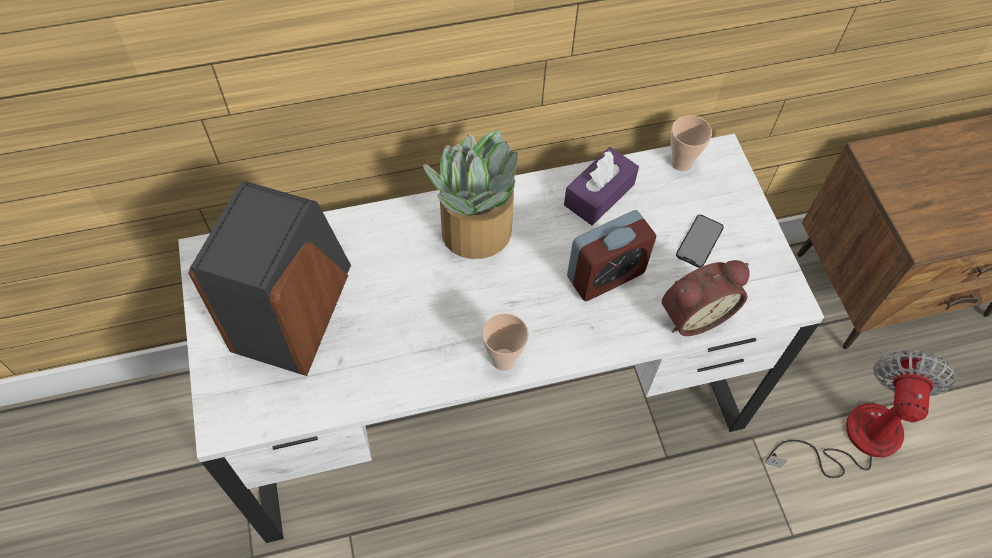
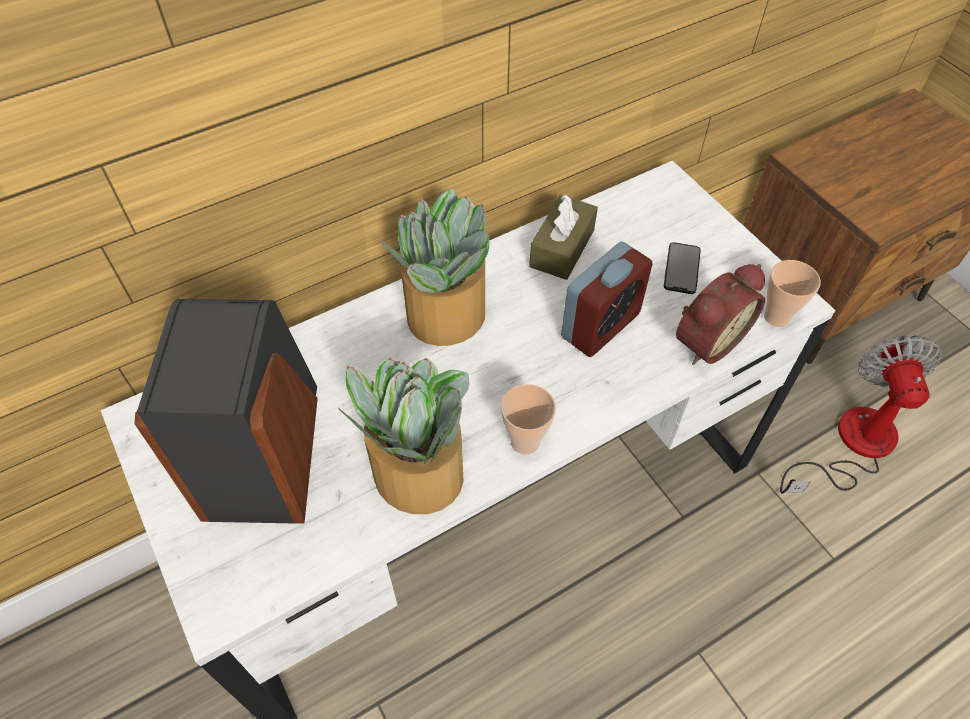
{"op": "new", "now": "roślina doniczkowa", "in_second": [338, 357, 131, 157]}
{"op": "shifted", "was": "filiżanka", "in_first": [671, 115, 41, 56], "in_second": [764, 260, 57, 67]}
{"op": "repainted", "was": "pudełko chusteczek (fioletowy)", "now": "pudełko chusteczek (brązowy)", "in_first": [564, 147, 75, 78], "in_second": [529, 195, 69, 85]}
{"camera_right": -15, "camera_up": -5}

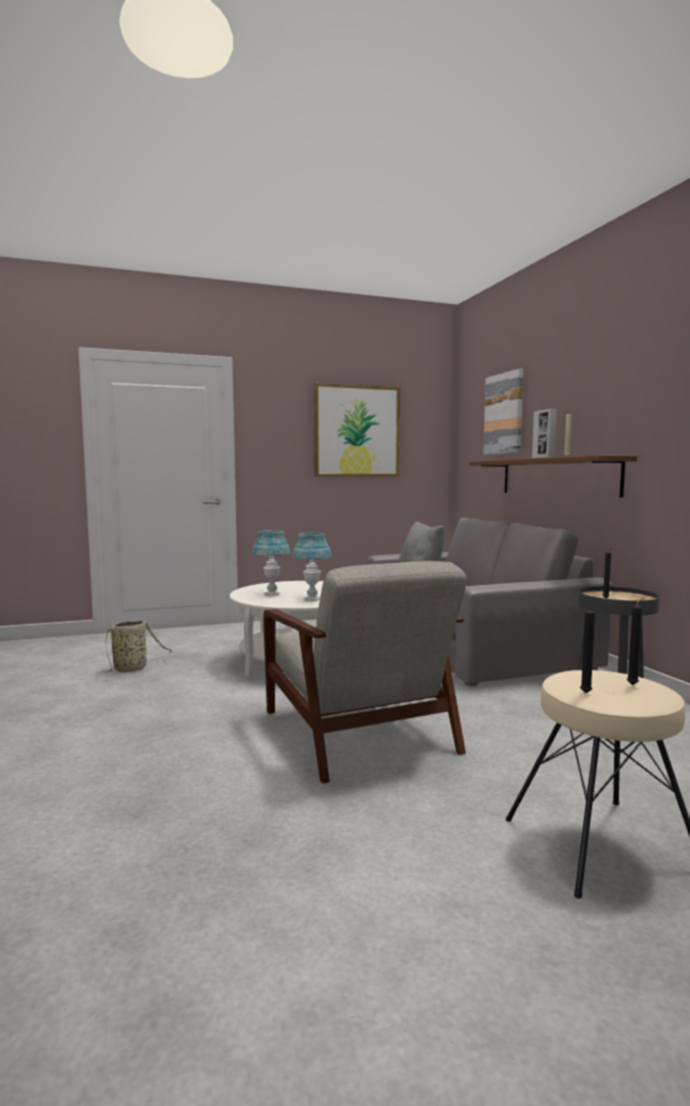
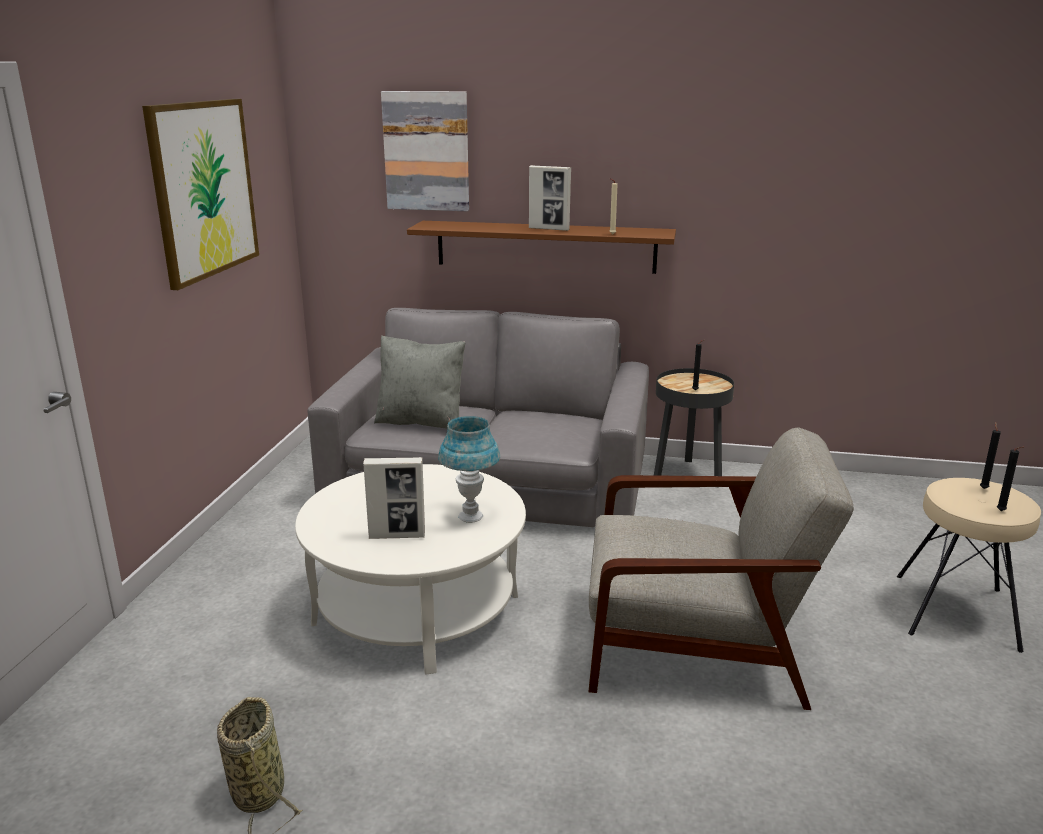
{"op": "swapped", "was": "lampa stołowa (niebieski)", "now": "ramka na zdjęcie", "in_first": [252, 530, 39, 66], "in_second": [363, 457, 62, 82]}
{"camera_right": -60, "camera_up": 15}

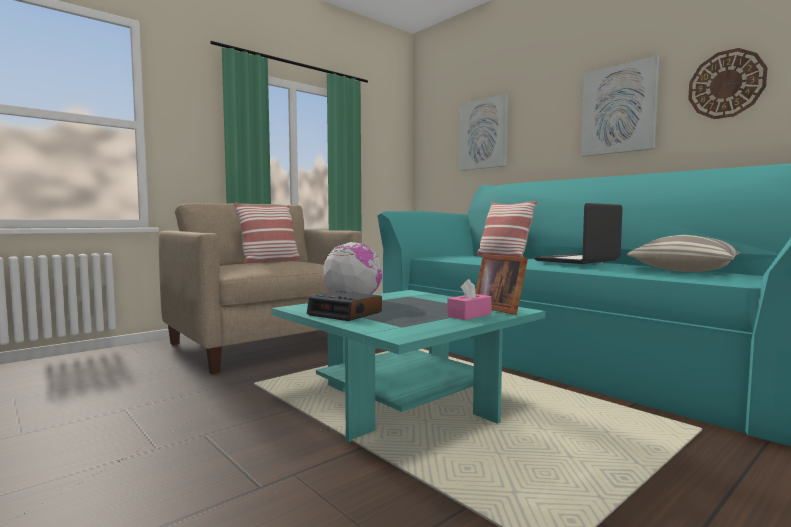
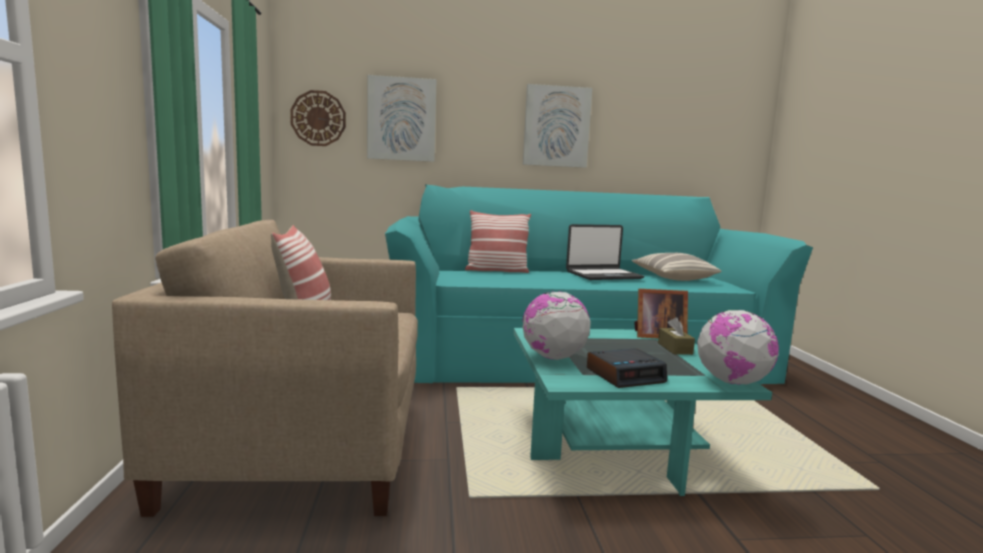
{"op": "new", "now": "globus", "in_second": [697, 310, 82, 74]}
{"op": "shifted", "was": "zegar ścienny", "in_first": [688, 48, 79, 71], "in_second": [290, 90, 56, 56]}
{"op": "repainted", "was": "pudełko chusteczek (różowy)", "now": "pudełko chusteczek (brązowy)", "in_first": [447, 279, 45, 41], "in_second": [658, 317, 37, 38]}
{"op": "rotated", "was": "laptop", "in_first": [534, 203, 88, 61], "in_second": [566, 224, 79, 56], "clockwise": -105}
{"camera_right": -55, "camera_up": 5}

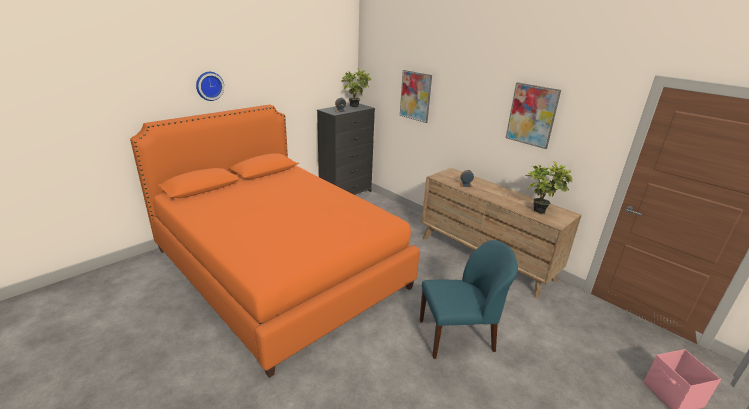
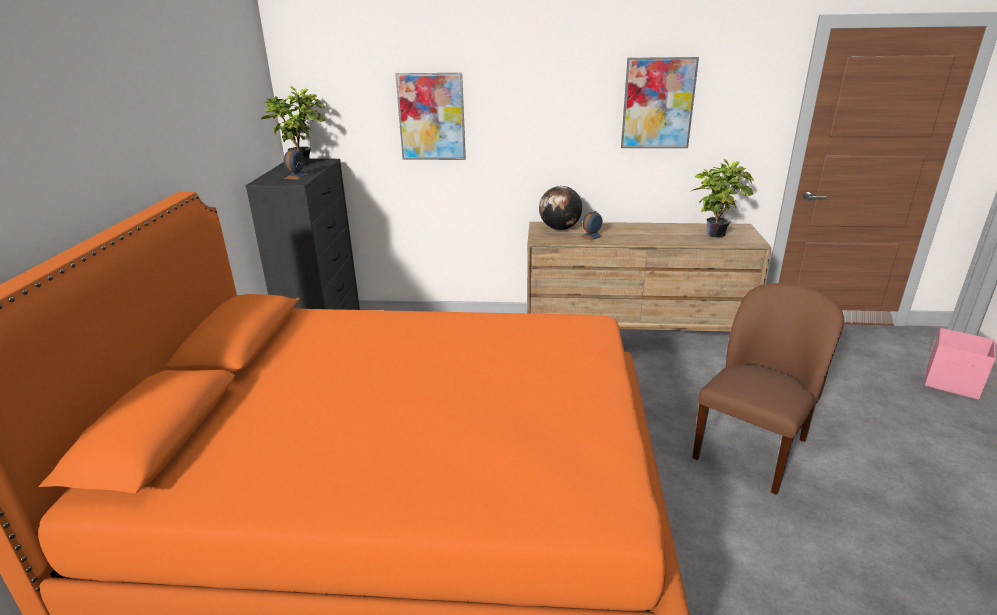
{"op": "gone", "was": "zegar ścienny", "in_first": [196, 72, 28, 29]}
{"op": "new", "now": "globus", "in_second": [539, 186, 43, 44]}
{"op": "repainted", "was": "krzesło (niebieski)", "now": "krzesło (brązowy)", "in_first": [420, 240, 98, 119], "in_second": [692, 283, 152, 212]}
{"camera_right": -40, "camera_up": 0}

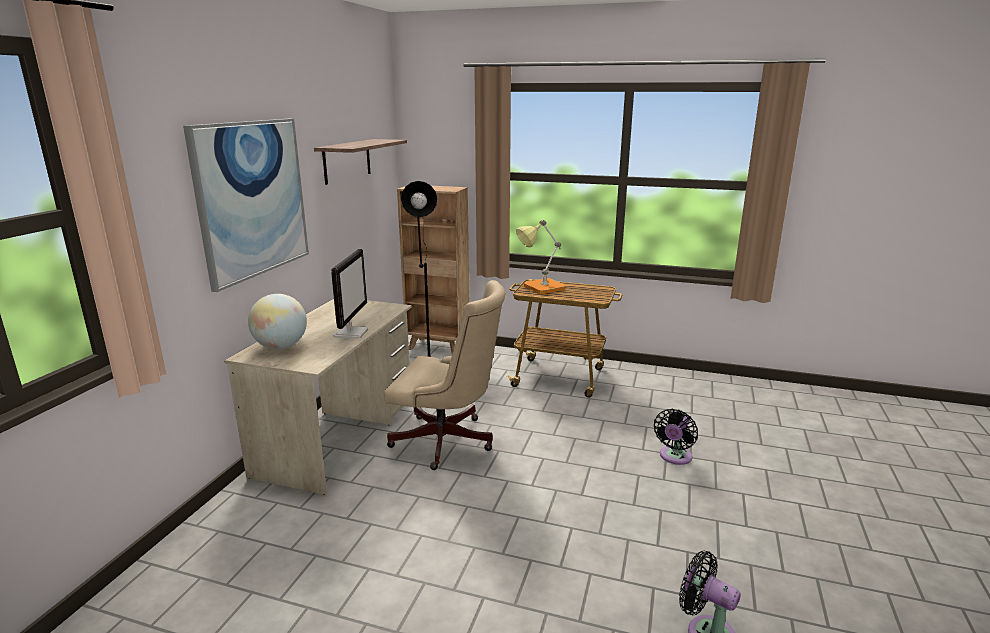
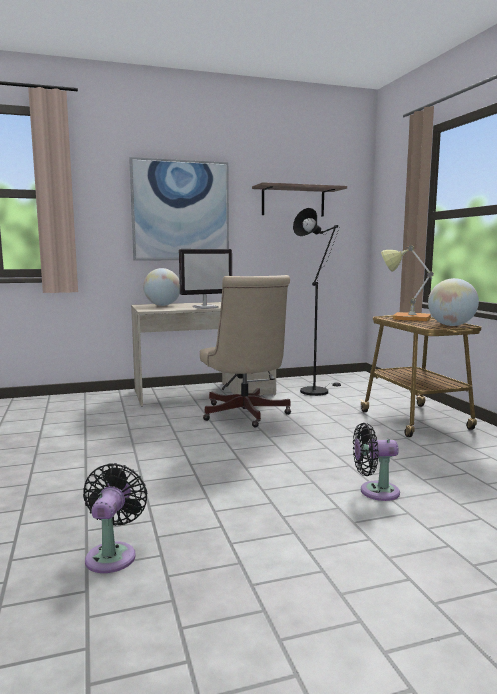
{"op": "gone", "was": "regał (brązowy)", "in_first": [397, 186, 72, 168]}
{"op": "new", "now": "globus", "in_second": [428, 278, 51, 48]}
{"camera_right": 55, "camera_up": -10}

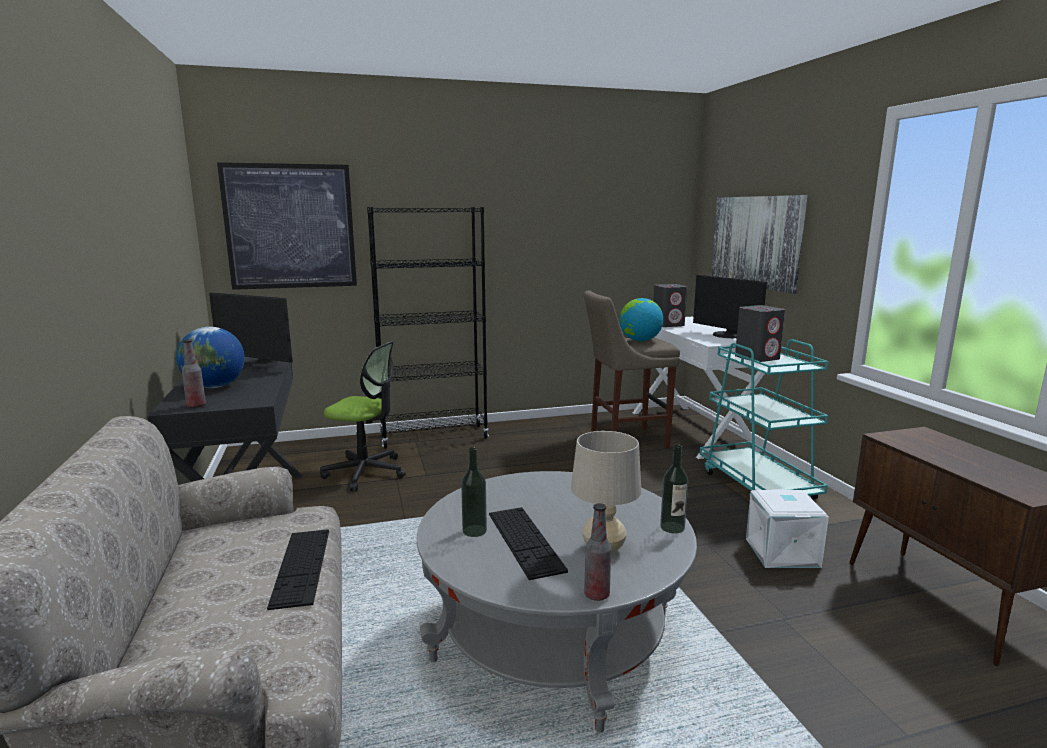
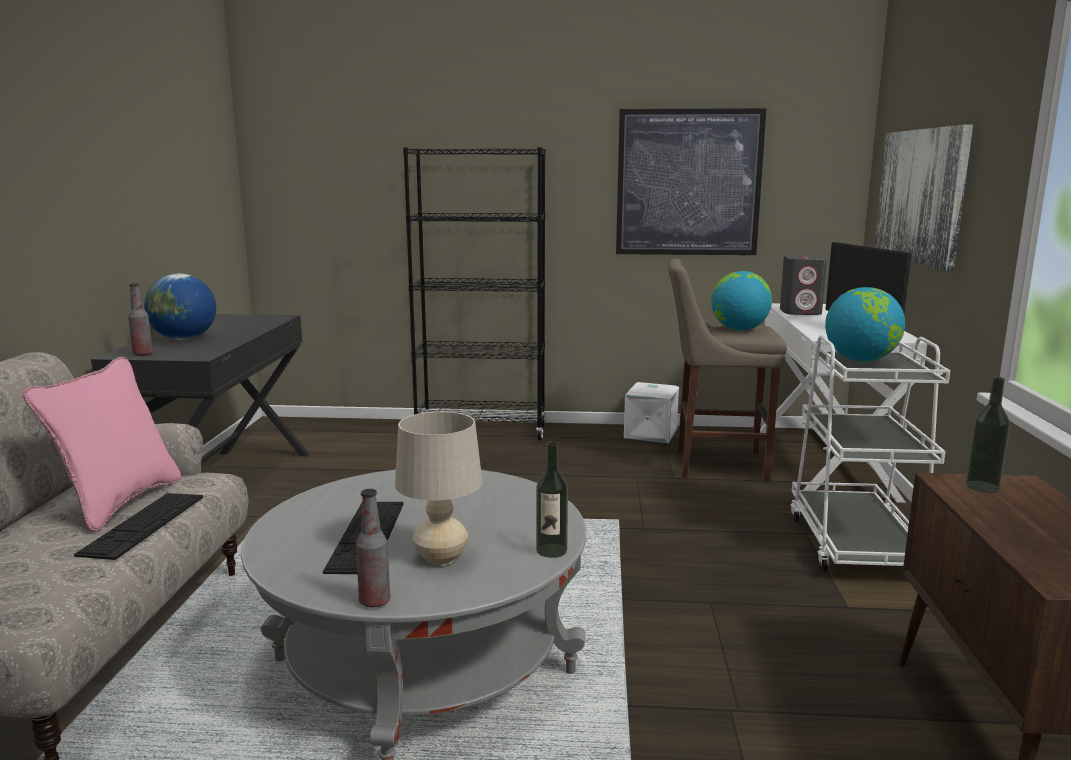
{"op": "gone", "was": "monitor", "in_first": [209, 292, 84, 78]}
{"op": "gone", "was": "krzesło biurowe", "in_first": [320, 341, 86, 150]}
{"op": "new", "now": "poduszka (różowy)", "in_second": [22, 357, 159, 175]}
{"op": "shifted", "was": "obraz", "in_first": [217, 162, 140, 128], "in_second": [616, 108, 151, 147]}
{"op": "shifted", "was": "butelka", "in_first": [461, 447, 26, 90], "in_second": [966, 377, 44, 116]}
{"op": "shifted", "was": "pojemnik do przechowywania (biały)", "in_first": [746, 489, 83, 79], "in_second": [624, 382, 55, 61]}
{"op": "swapped", "was": "głośnik (szary)", "now": "globus", "in_first": [735, 305, 50, 57], "in_second": [825, 287, 80, 74]}
{"op": "repainted", "was": "wózek (turkusowy)", "now": "wózek (biały)", "in_first": [699, 339, 130, 160], "in_second": [791, 335, 159, 236]}
{"camera_right": 20, "camera_up": 0}

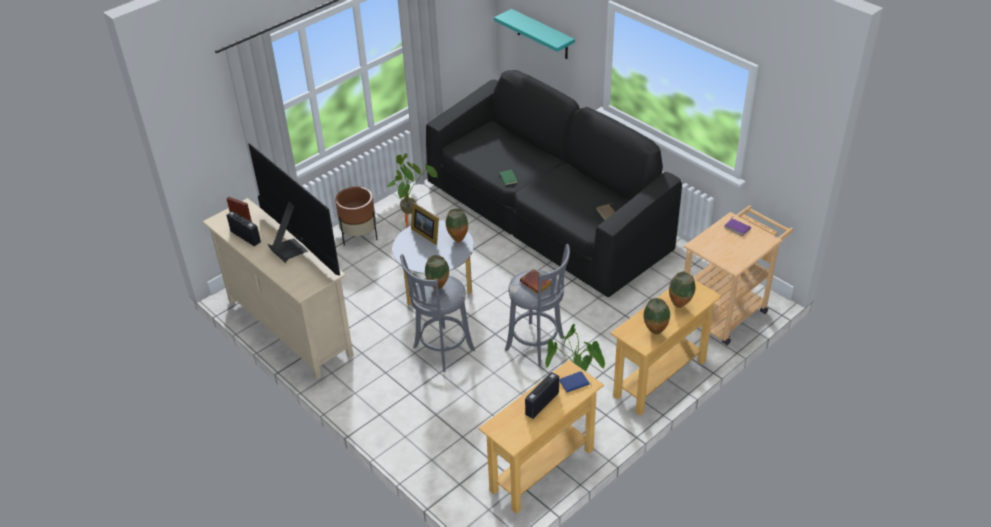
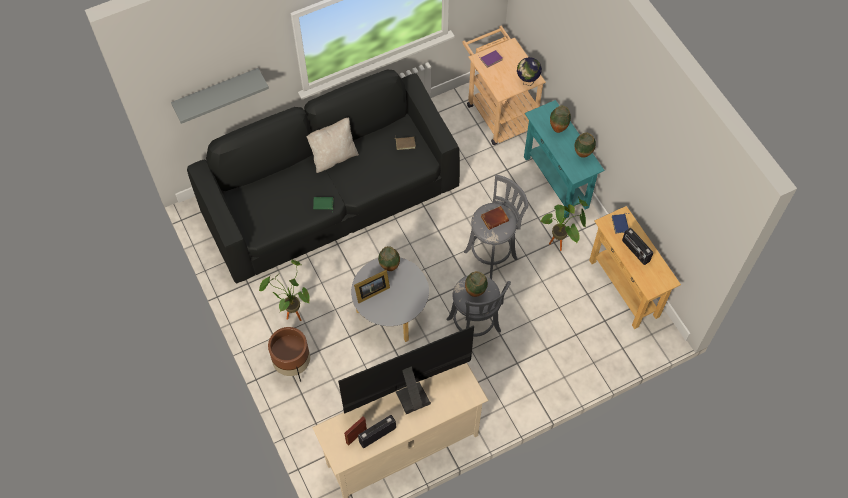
{"op": "new", "now": "poduszka (beżowy)", "in_second": [306, 117, 53, 56]}
{"op": "new", "now": "globus", "in_second": [517, 57, 25, 29]}
{"op": "repainted", "was": "półka (turkusowy)", "now": "półka (szary)", "in_first": [494, 9, 81, 50], "in_second": [171, 68, 98, 56]}
{"op": "repainted", "was": "stolik konsolowy (beżowy)", "now": "stolik konsolowy (turkusowy)", "in_first": [611, 279, 111, 136], "in_second": [524, 100, 80, 119]}
{"camera_right": -75, "camera_up": 20}

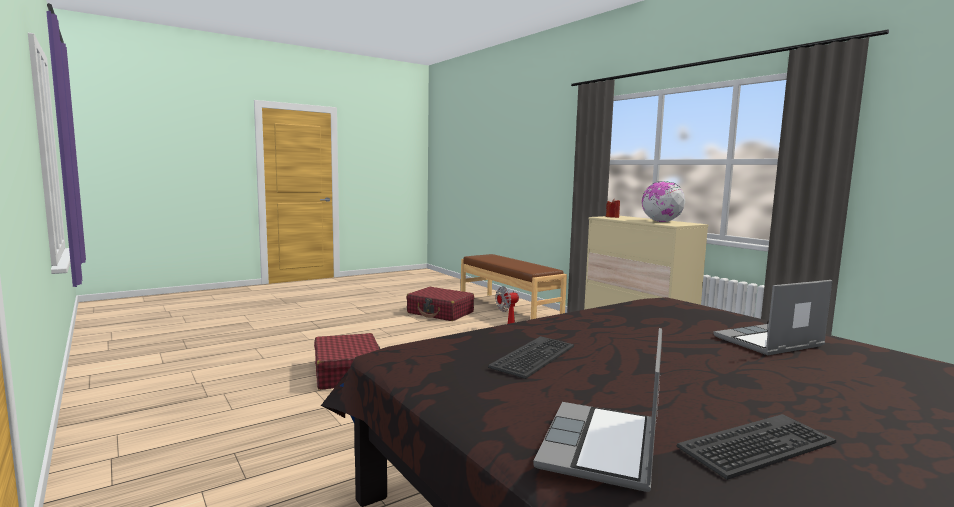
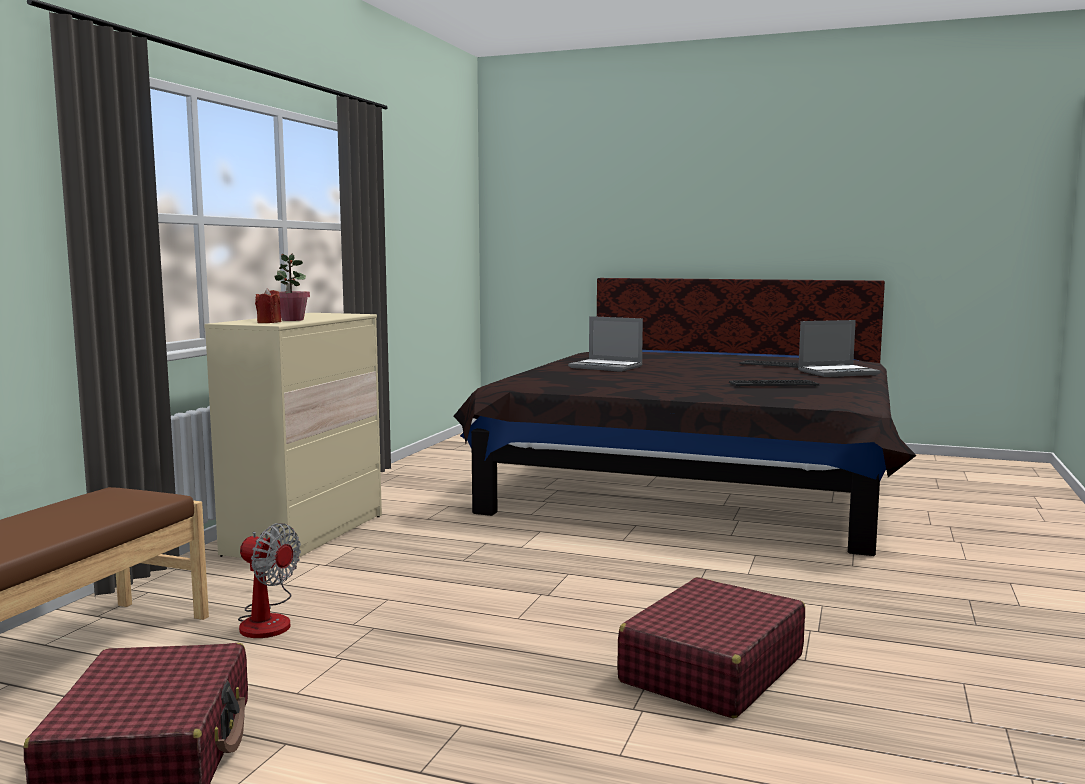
{"op": "gone", "was": "globus", "in_first": [642, 181, 43, 41]}
{"op": "new", "now": "roślina doniczkowa", "in_second": [275, 253, 35, 68]}
{"camera_right": -125, "camera_up": 0}

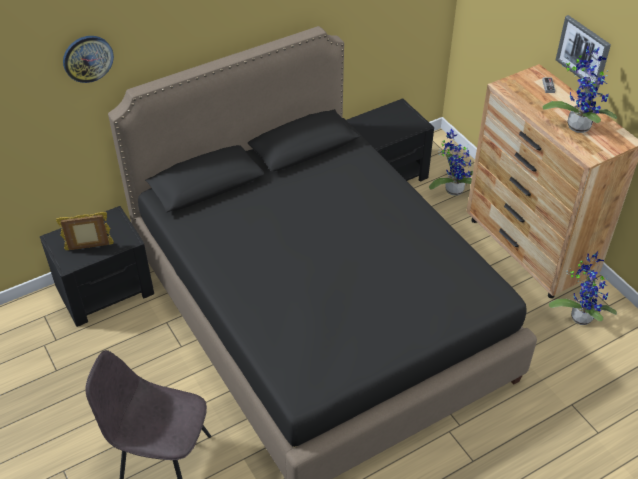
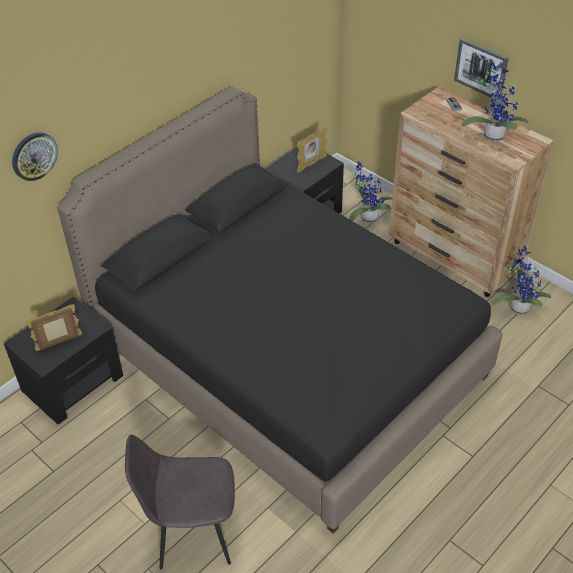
{"op": "new", "now": "ramka na zdjęcie", "in_second": [297, 126, 31, 47]}
{"camera_right": -15, "camera_up": 0}

